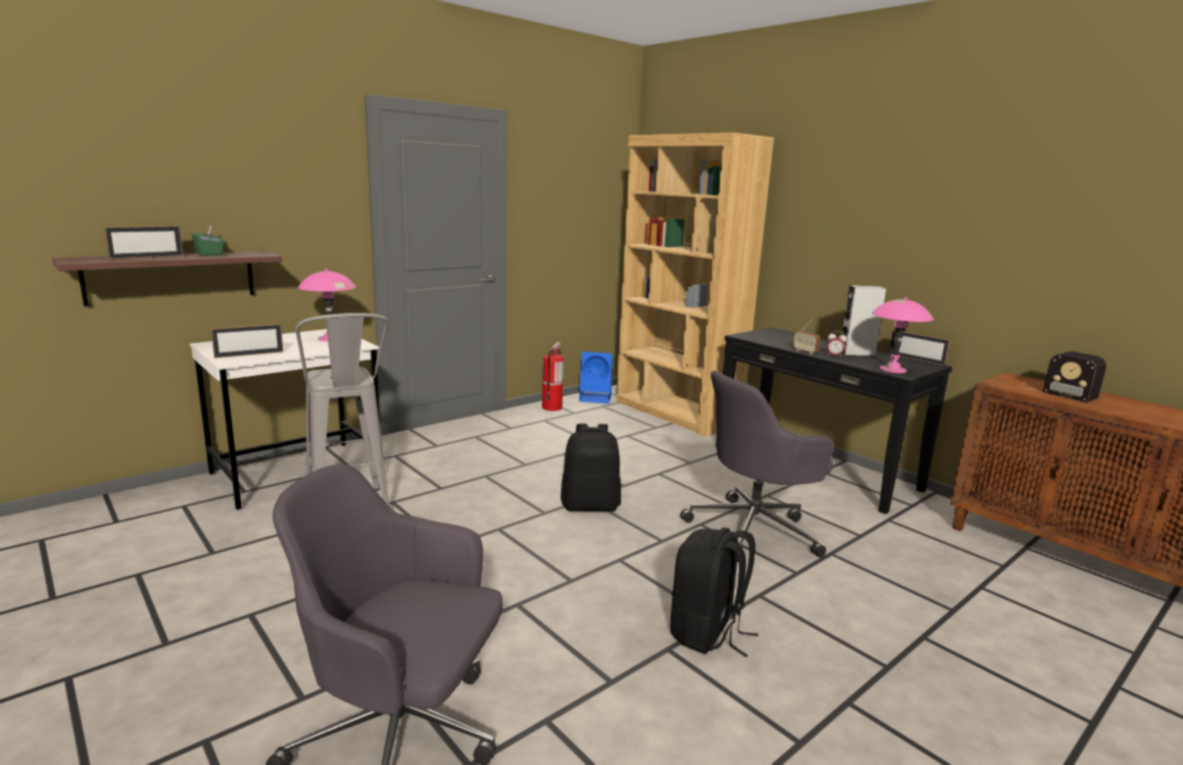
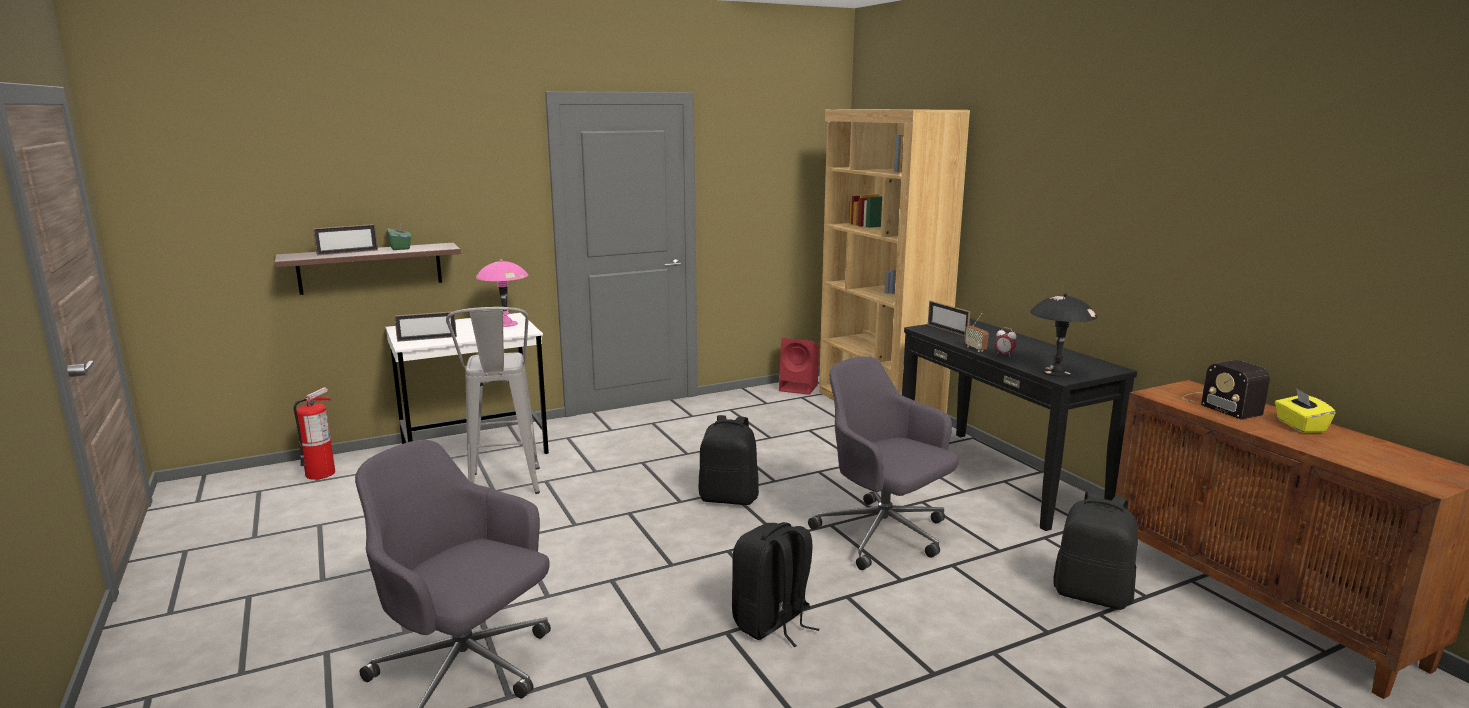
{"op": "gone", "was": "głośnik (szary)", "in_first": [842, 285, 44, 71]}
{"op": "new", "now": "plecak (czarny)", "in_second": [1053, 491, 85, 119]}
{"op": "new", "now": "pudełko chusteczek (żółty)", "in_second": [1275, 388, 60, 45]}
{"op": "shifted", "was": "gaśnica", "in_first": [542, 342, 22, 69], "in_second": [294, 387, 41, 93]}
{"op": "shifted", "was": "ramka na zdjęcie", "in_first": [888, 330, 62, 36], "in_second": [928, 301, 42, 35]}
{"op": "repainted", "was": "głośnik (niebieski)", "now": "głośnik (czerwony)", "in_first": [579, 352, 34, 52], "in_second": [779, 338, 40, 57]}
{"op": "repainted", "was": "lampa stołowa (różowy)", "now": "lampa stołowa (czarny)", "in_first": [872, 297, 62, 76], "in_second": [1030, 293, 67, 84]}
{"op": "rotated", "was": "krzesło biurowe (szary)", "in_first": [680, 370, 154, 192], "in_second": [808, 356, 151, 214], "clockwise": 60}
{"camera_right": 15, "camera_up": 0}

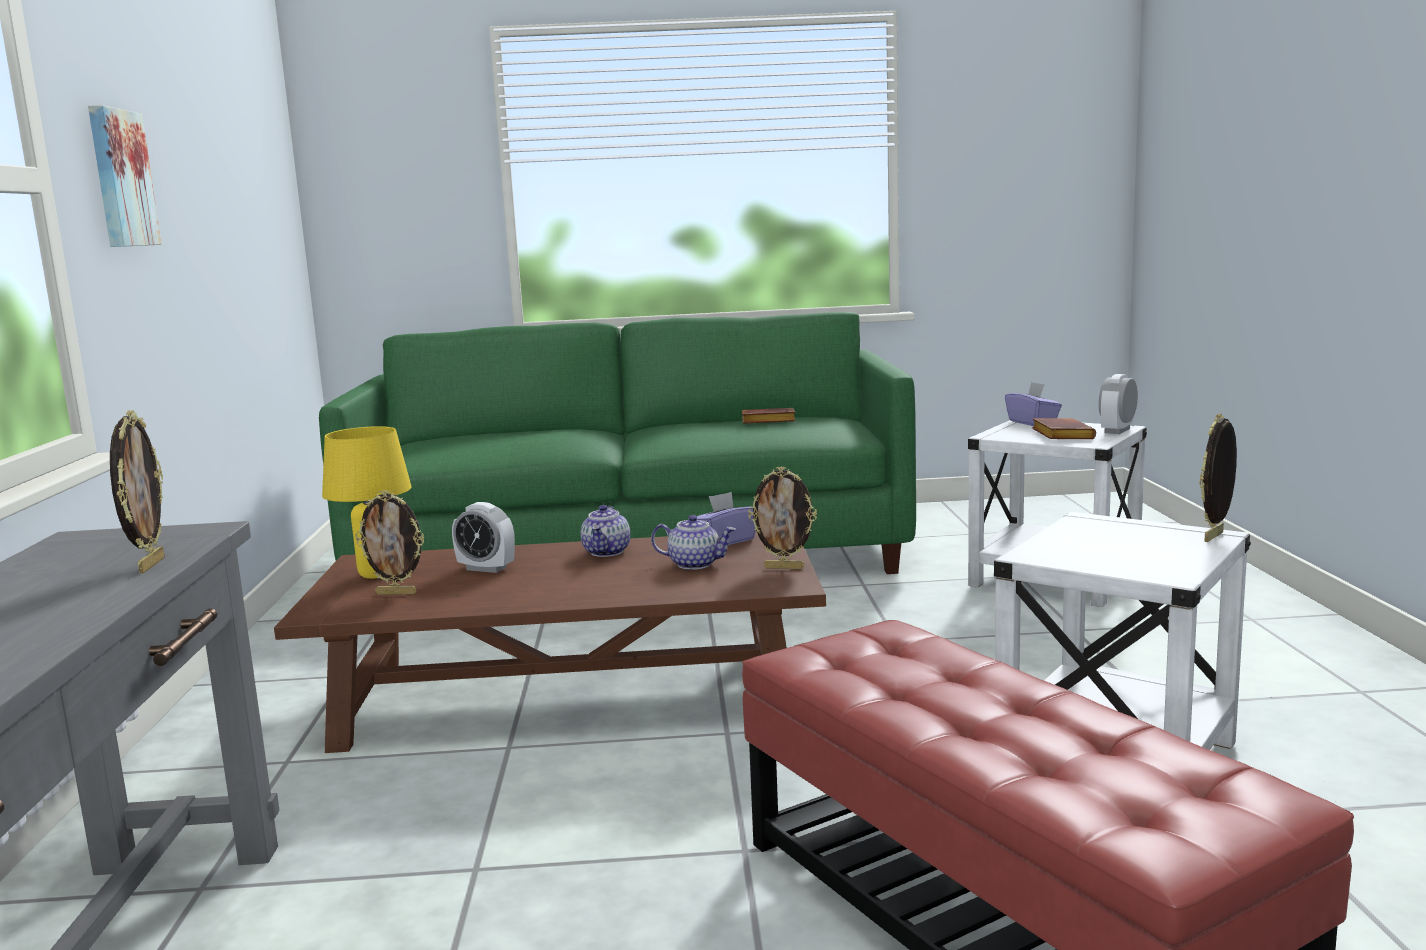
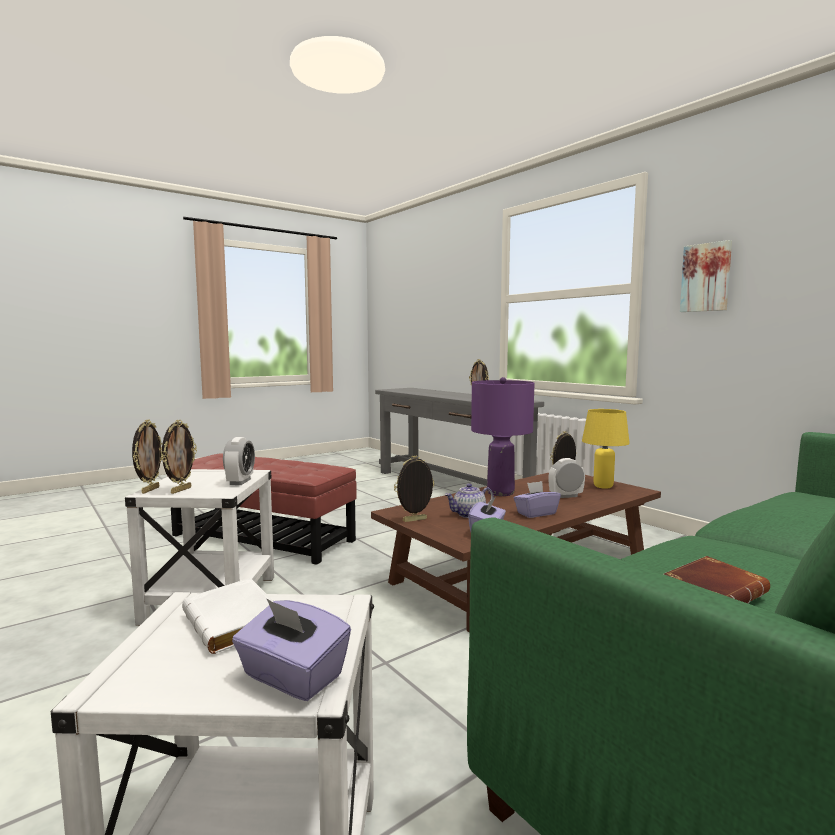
{"op": "new", "now": "ramka na zdjęcie", "in_second": [162, 420, 35, 74]}
{"op": "new", "now": "lampa stołowa (fioletowy)", "in_second": [471, 377, 63, 119]}
{"op": "shifted", "was": "budzik", "in_first": [1099, 374, 39, 60], "in_second": [223, 437, 32, 48]}
{"op": "swapped", "was": "imbryk", "now": "pudełko chusteczek (fioletowy)", "in_first": [580, 505, 50, 52], "in_second": [514, 481, 47, 37]}
{"op": "repainted", "was": "książka (brązowy)", "now": "książka (biały)", "in_first": [1032, 418, 64, 21], "in_second": [182, 578, 92, 76]}
{"camera_right": 145, "camera_up": -5}

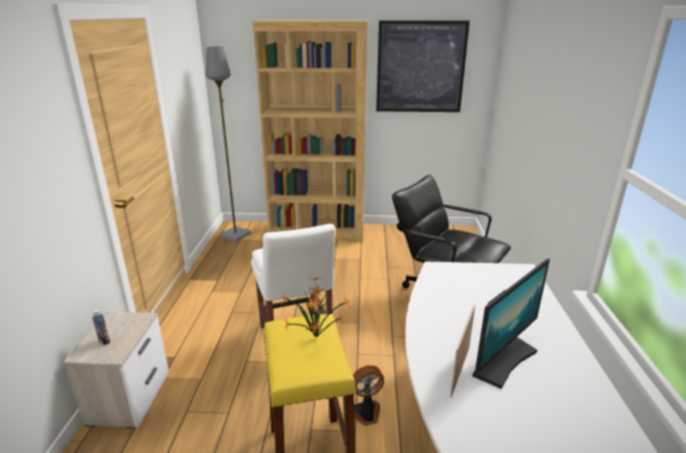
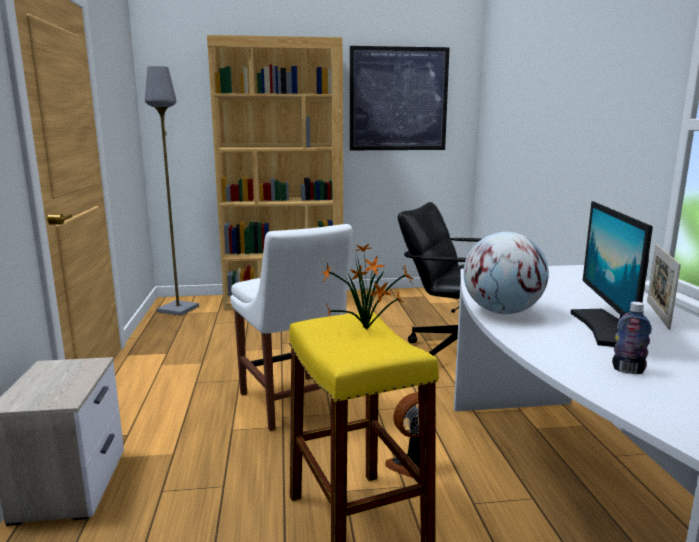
{"op": "new", "now": "globus", "in_second": [463, 232, 86, 82]}
{"op": "shifted", "was": "butelka", "in_first": [92, 309, 18, 36], "in_second": [612, 302, 40, 72]}
{"op": "shifted", "was": "ramka na zdjęcie", "in_first": [450, 304, 25, 94], "in_second": [647, 244, 34, 86]}
{"op": "rotated", "was": "monitor", "in_first": [472, 258, 78, 131], "in_second": [570, 201, 83, 146], "clockwise": 150}
{"camera_right": -10, "camera_up": -10}

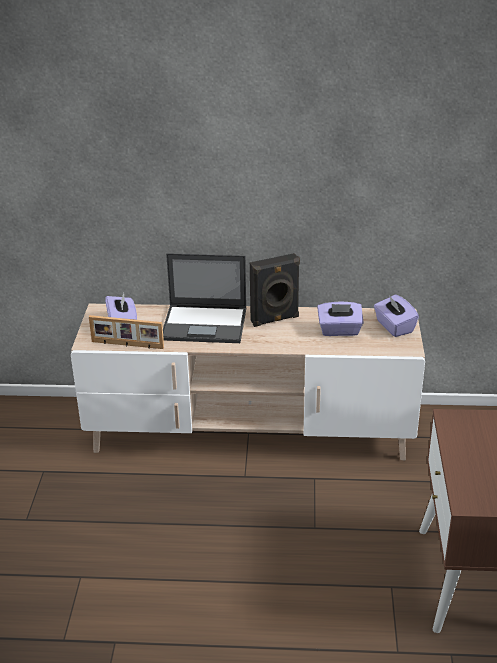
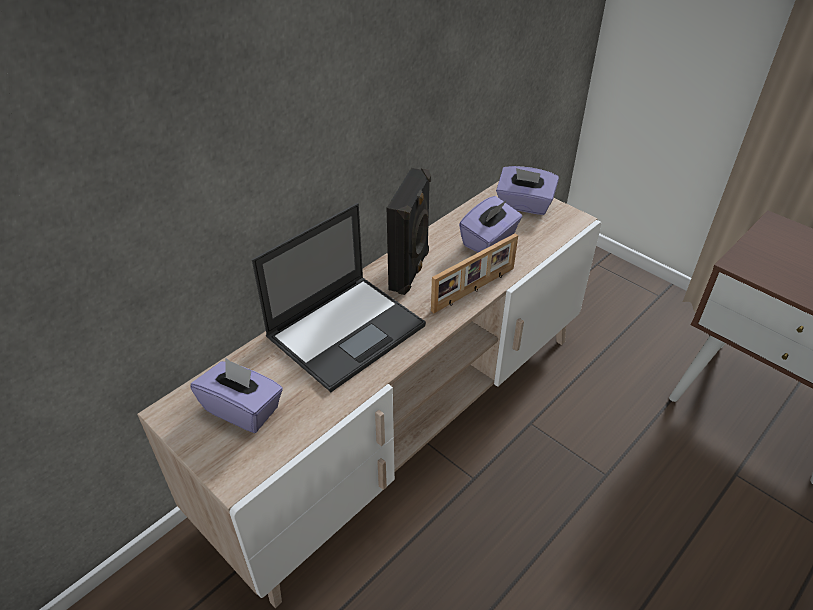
{"op": "shifted", "was": "ramka na zdjęcie", "in_first": [89, 315, 75, 34], "in_second": [431, 233, 87, 80]}
{"camera_right": -50, "camera_up": 10}

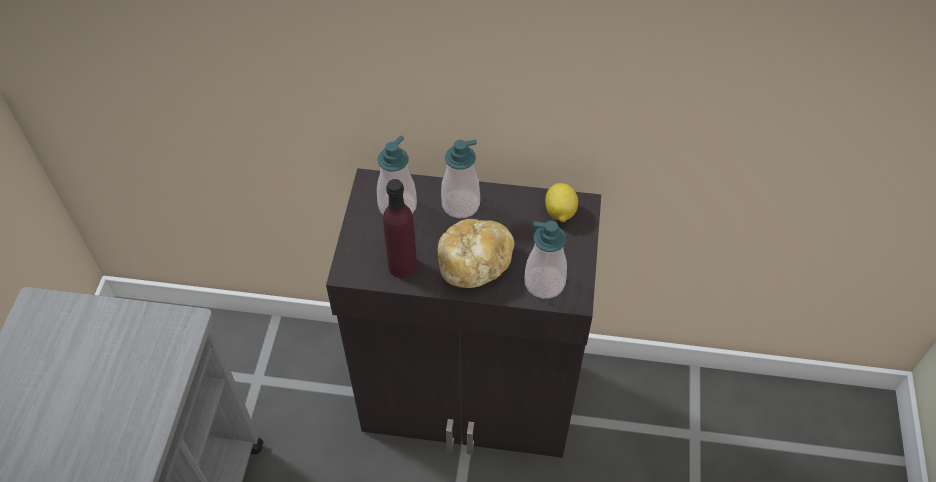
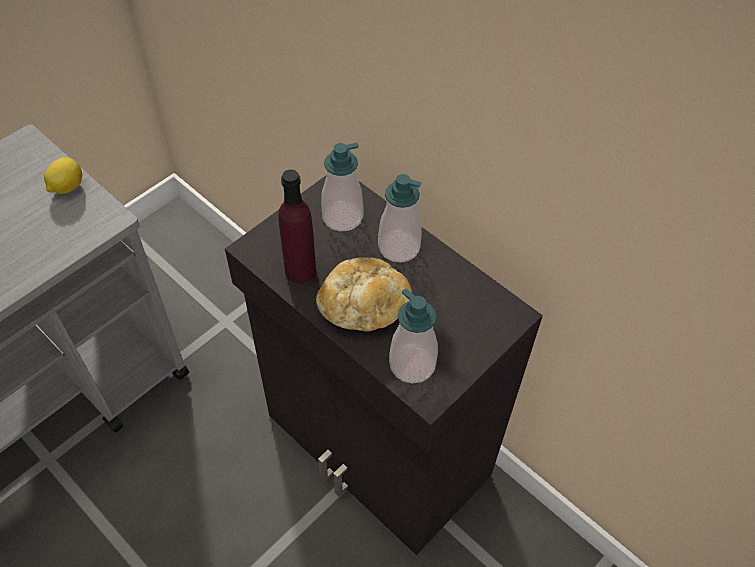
{"op": "shifted", "was": "cytryna", "in_first": [545, 183, 33, 39], "in_second": [44, 157, 38, 37]}
{"camera_right": 35, "camera_up": 0}

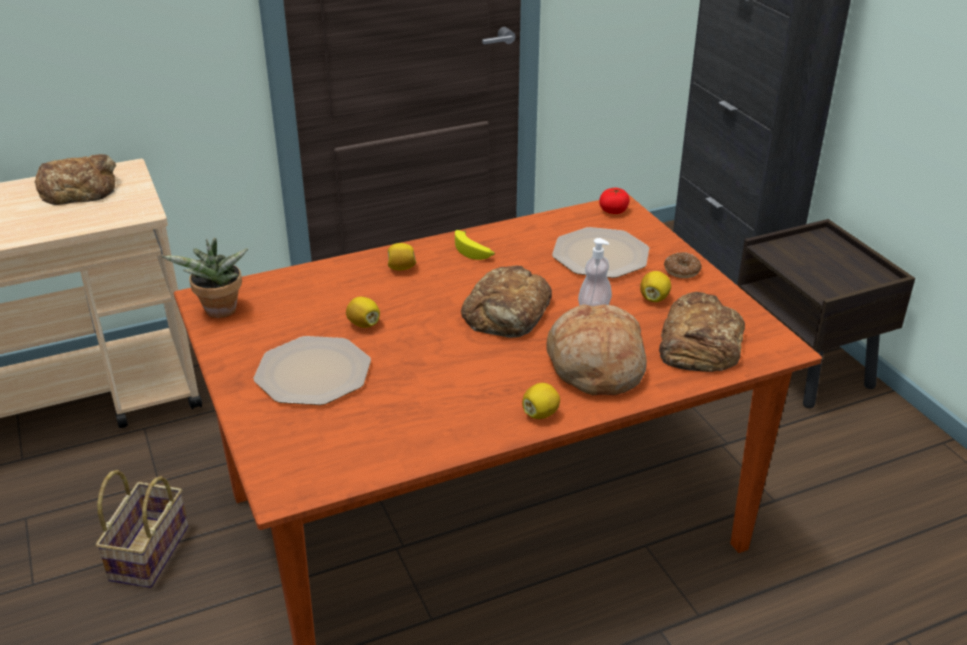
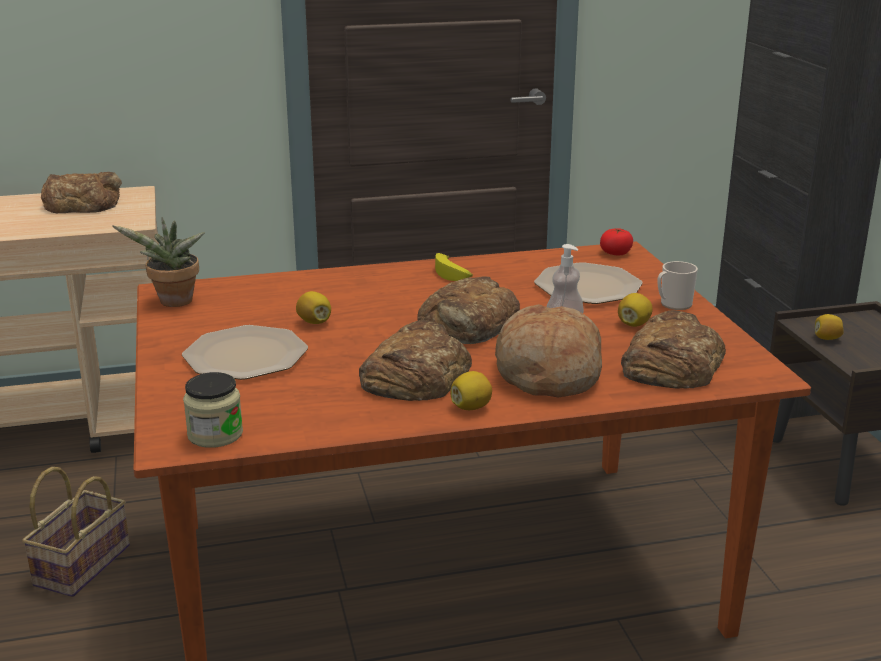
{"op": "new", "now": "słoik", "in_second": [183, 372, 60, 76]}
{"op": "new", "now": "chleb", "in_second": [359, 320, 113, 81]}
{"op": "shifted", "was": "cytryna", "in_first": [388, 243, 29, 28], "in_second": [815, 314, 29, 26]}
{"op": "swapped", "was": "donut", "now": "kubek", "in_first": [664, 252, 38, 26], "in_second": [657, 261, 41, 49]}
{"camera_right": 10, "camera_up": -10}

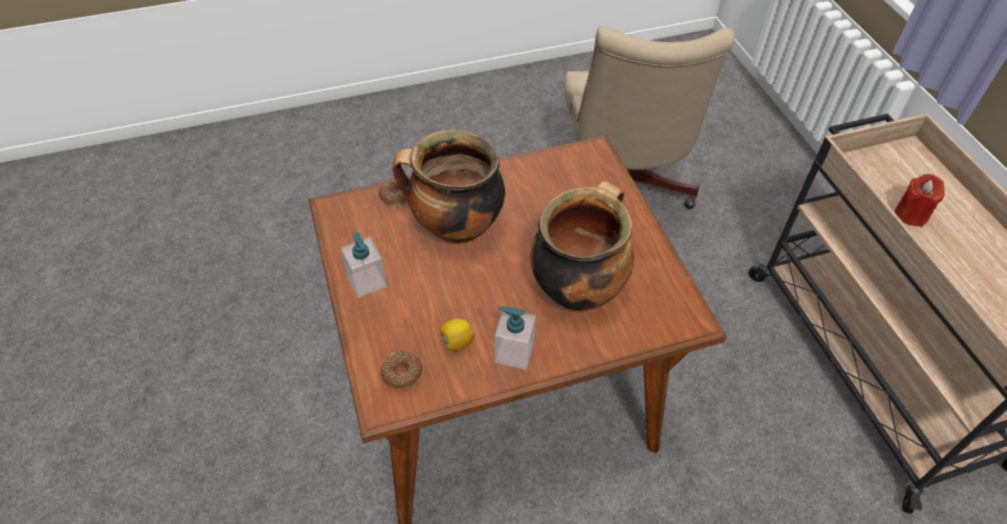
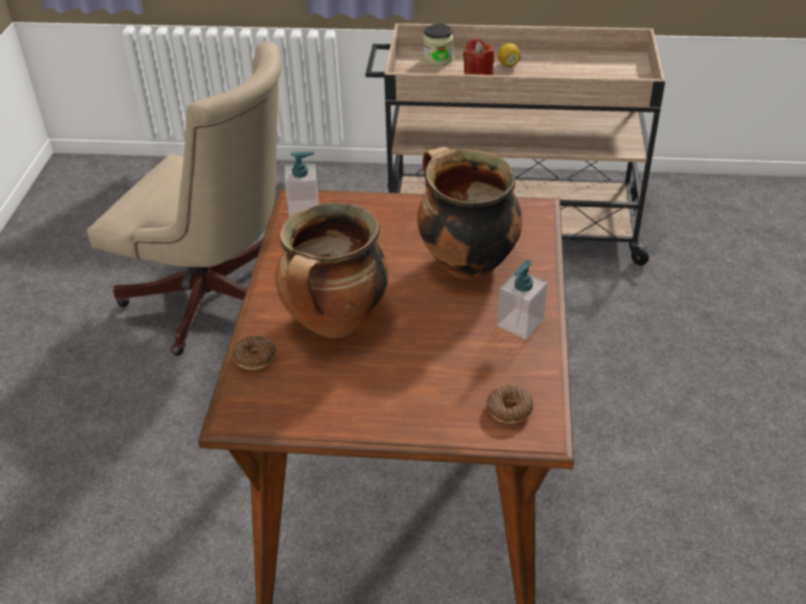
{"op": "new", "now": "słoik", "in_second": [423, 24, 30, 42]}
{"op": "shifted", "was": "dozownik mydła", "in_first": [340, 232, 47, 66], "in_second": [285, 152, 34, 66]}
{"op": "shifted", "was": "cytryna", "in_first": [440, 319, 34, 32], "in_second": [498, 43, 23, 24]}
{"camera_right": -65, "camera_up": -10}

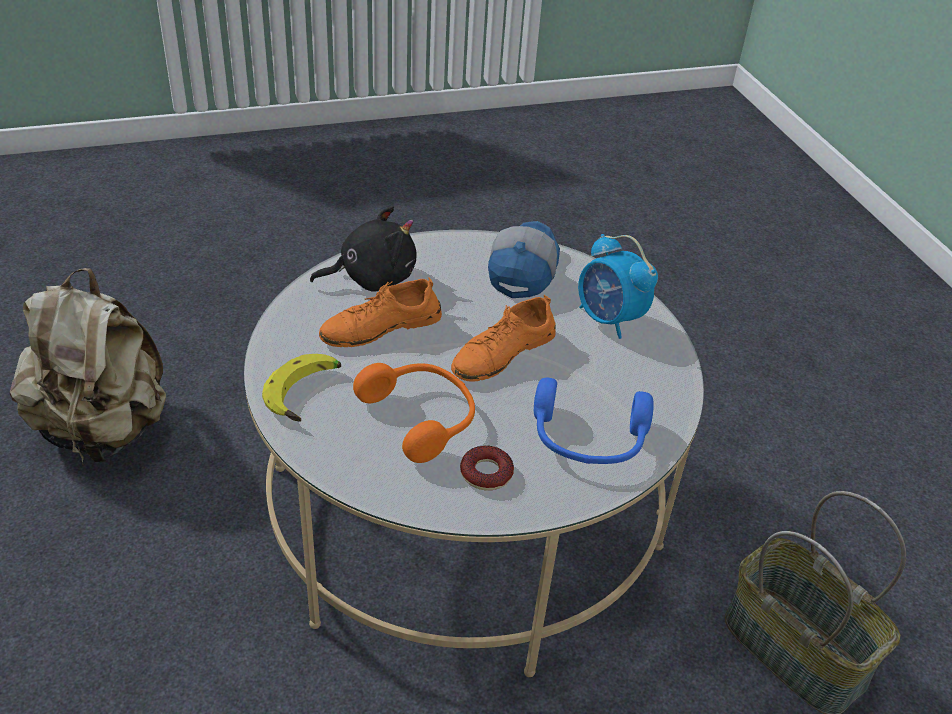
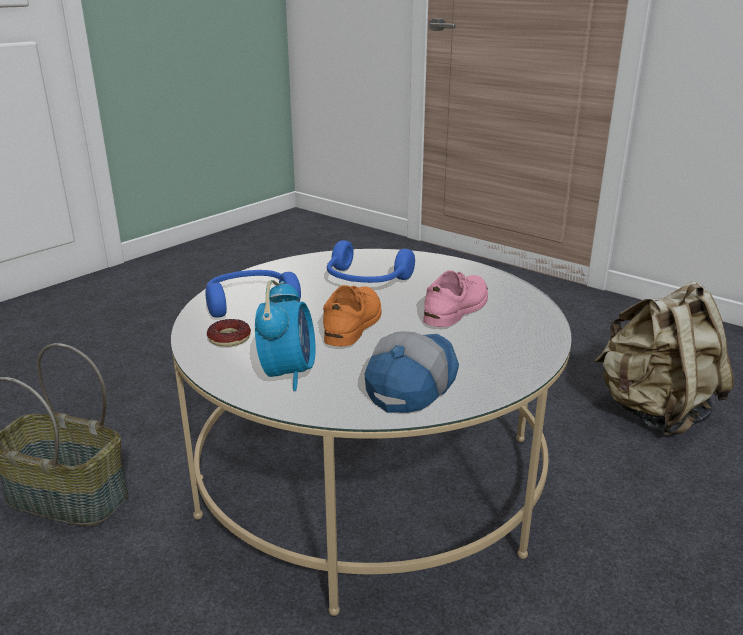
{"op": "gone", "was": "banan", "in_first": [262, 354, 79, 68]}
{"op": "gone", "was": "pluszak (czarny)", "in_first": [310, 206, 107, 85]}
{"op": "shifted", "was": "donut", "in_first": [460, 445, 54, 45], "in_second": [207, 319, 44, 28]}
{"op": "repainted", "was": "but (pomarańczowy)", "now": "but (różowy)", "in_first": [319, 277, 123, 70], "in_second": [423, 270, 65, 57]}
{"op": "repainted", "was": "słuchawki (pomarańczowy)", "now": "słuchawki (niebieski)", "in_first": [353, 363, 122, 100], "in_second": [327, 240, 88, 43]}
{"op": "rotated", "was": "czapka z daszkiem", "in_first": [488, 221, 72, 77], "in_second": [365, 331, 94, 82], "clockwise": -135}
{"op": "rotated", "was": "budzik", "in_first": [578, 234, 80, 105], "in_second": [255, 280, 61, 111], "clockwise": 75}
{"camera_right": 150, "camera_up": -15}

